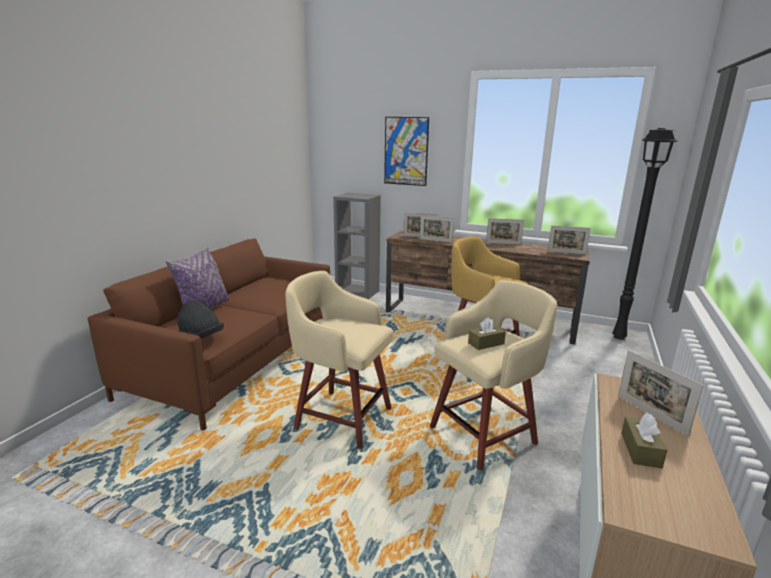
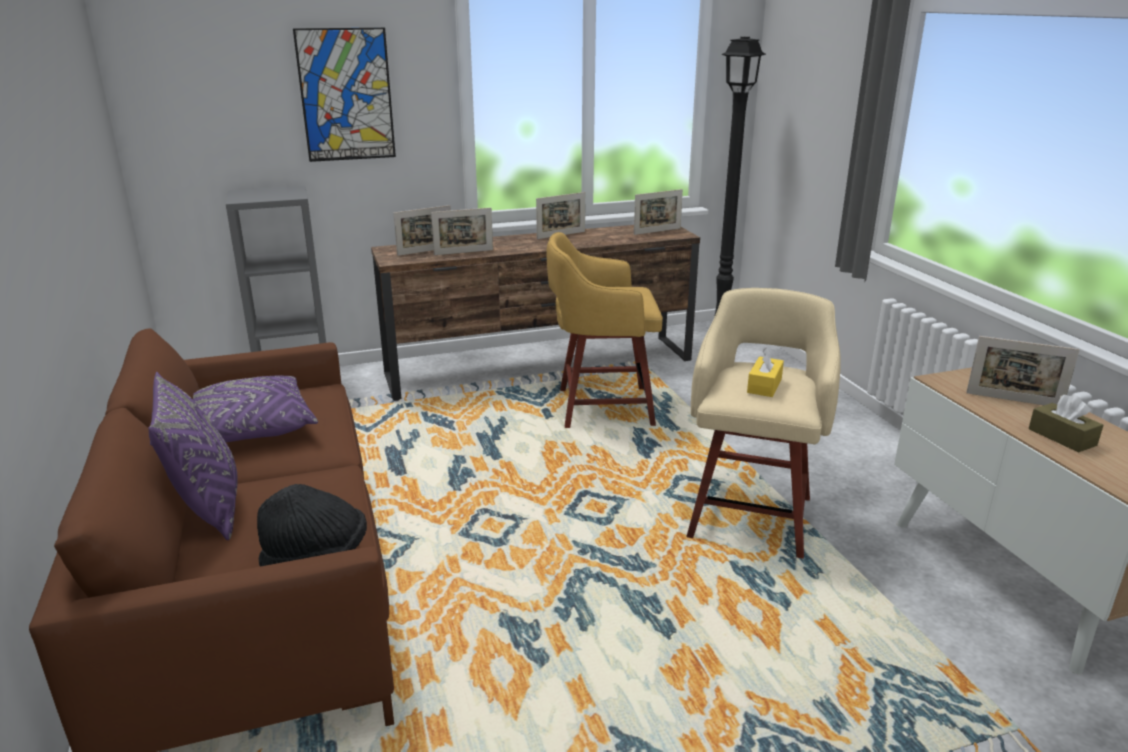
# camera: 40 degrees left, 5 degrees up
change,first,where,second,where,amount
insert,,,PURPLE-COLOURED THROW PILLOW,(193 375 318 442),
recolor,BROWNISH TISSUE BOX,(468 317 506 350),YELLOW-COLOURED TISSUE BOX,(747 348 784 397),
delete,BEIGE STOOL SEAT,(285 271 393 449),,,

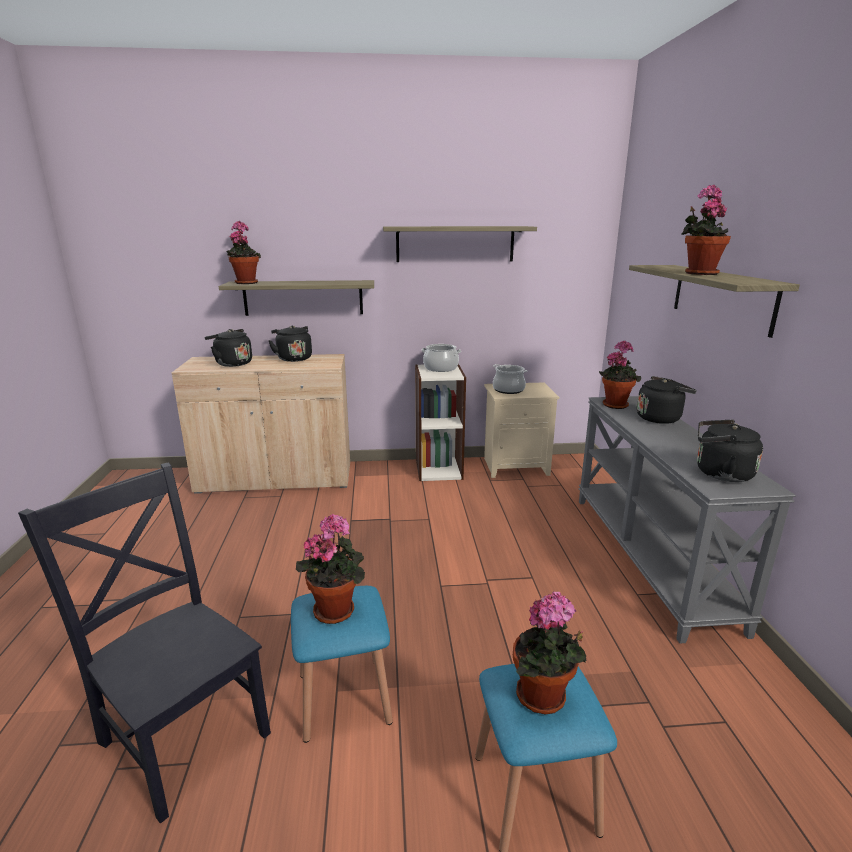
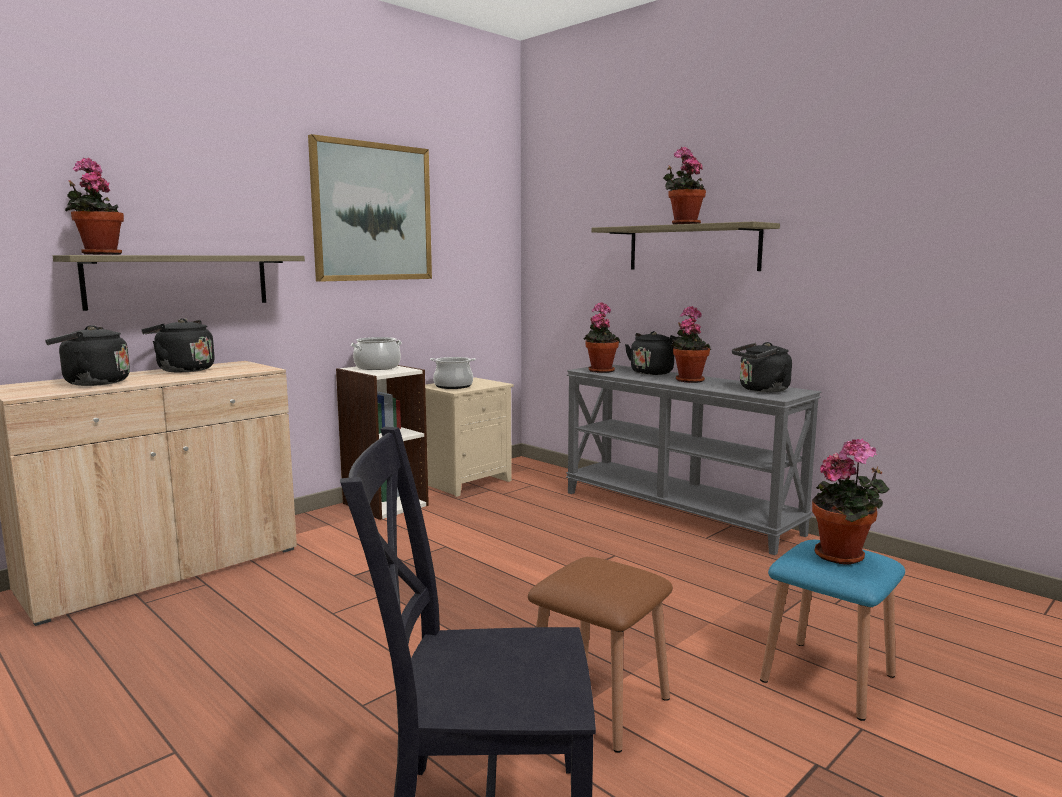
# camera: 40 degrees left, 10 degrees down
change,first,where,second,where,amount
replace,WALL SHELF,(383 226 537 262),WALL PICTURE,(308 134 432 282),
recolor,BLUE-COLOURED STOOL SEAT,(291 586 393 743),BROWNISH STOOL SEAT,(528 557 673 753),
move,POTTED PLANT,(296 514 365 624),,(671 306 711 383),

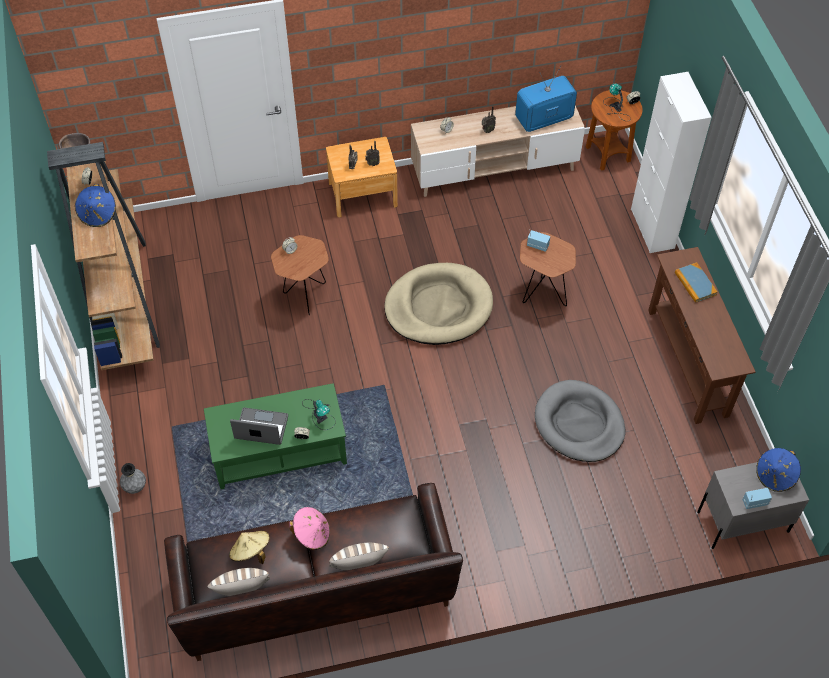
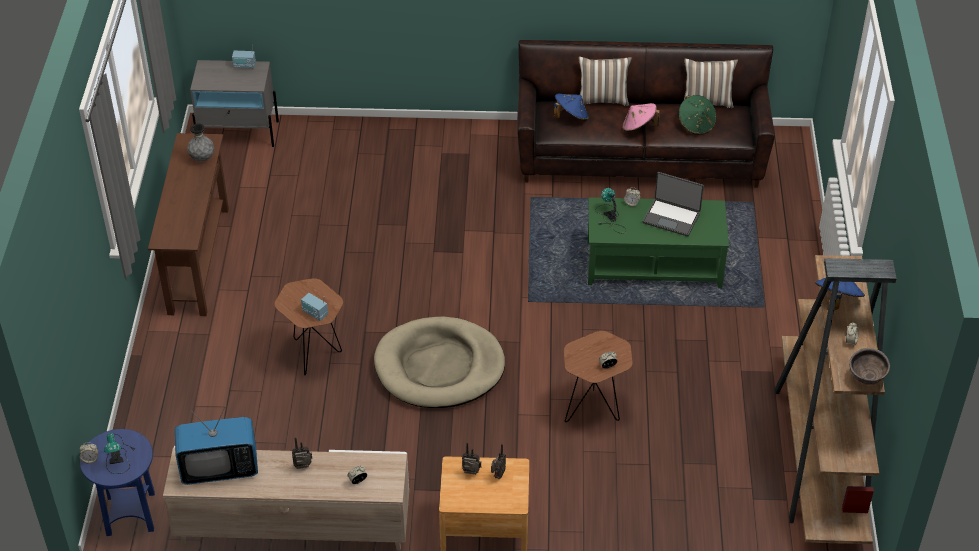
# camera: 165 degrees left, 10 degrees down
change,first,where,second,where,amount
recolor,BROWNISH ACCENT TABLE,(586 90 643 171),BLUE-COLOURED ACCENT TABLE,(80 429 155 536),
move,GREYISH VASE,(120 463 146 494),,(187 123 214 162),
move,BLUE-COLOURED WEARABLE HAT,(756 448 801 492),,(553 94 589 121),
recolor,BEIGE WEARABLE HAT,(229 531 270 564),GREEN WEARABLE HAT,(679 95 717 135),
delete,GREYISH PET BED,(535 380 625 462),,,
delete,WHITE-COLOURED CUPBOARD,(631 72 712 253),,,
delete,BOOK,(675 262 717 303),,,

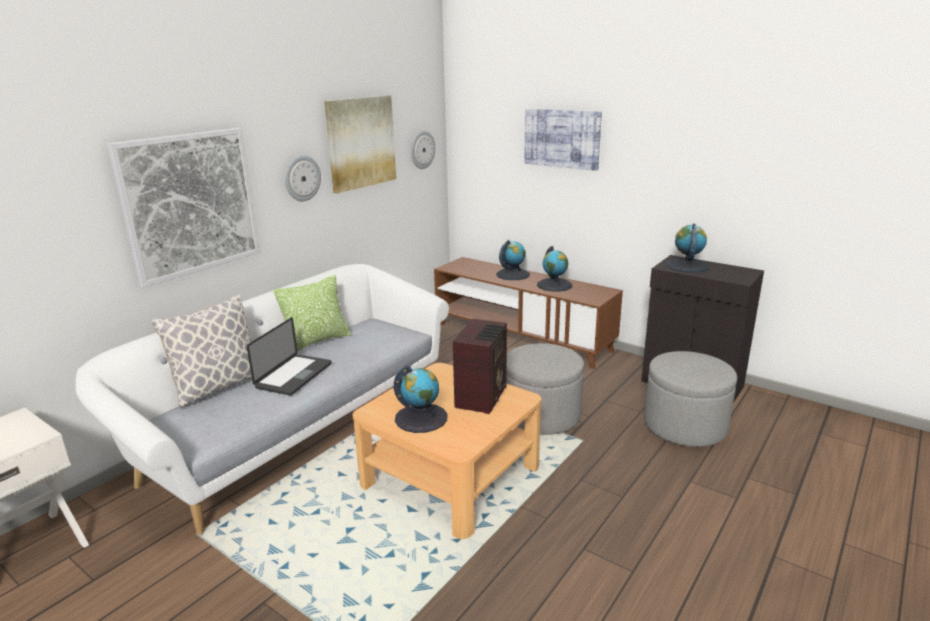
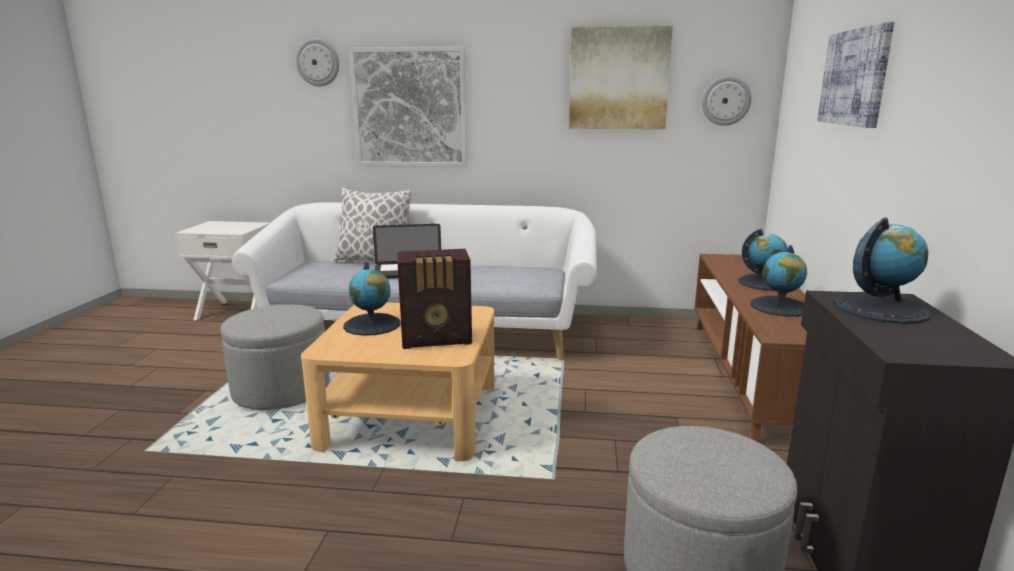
# camera: 60 degrees right, 5 degrees down
change,first,where,second,where,amount
move,GREYISH FOOTREST,(506 343 584 435),,(221 304 329 410),
move,HANGING CLOCK,(285 155 321 201),,(296 38 339 86),
delete,THROW PILLOW,(273 275 351 351),,,

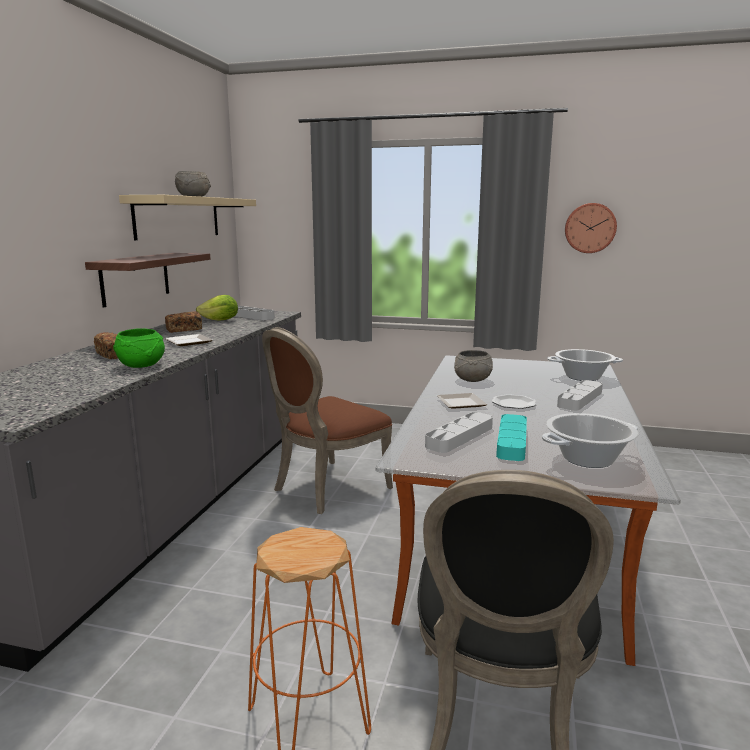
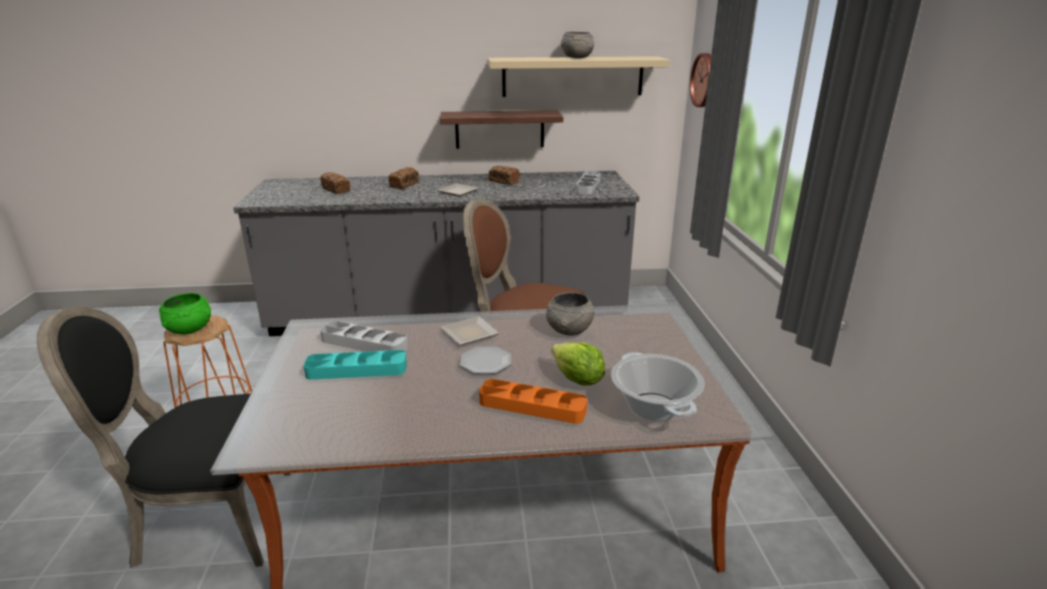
# camera: 70 degrees right, 10 degrees up
change,first,where,second,where,amount
move,GREEN SERVING BOWL,(113 328 165 368),,(159 293 211 334),
insert,,,BREAD,(320 172 350 194),
recolor,GREYISH TRAY,(557 380 603 411),ORANGE TRAY,(479 379 587 424),
move,LETTUCE,(196 295 238 320),,(551 342 605 386),
move,HANGING CLOCK,(565 203 617 253),,(690 53 711 107),
delete,SAUCEPOT,(542 413 639 468),,,

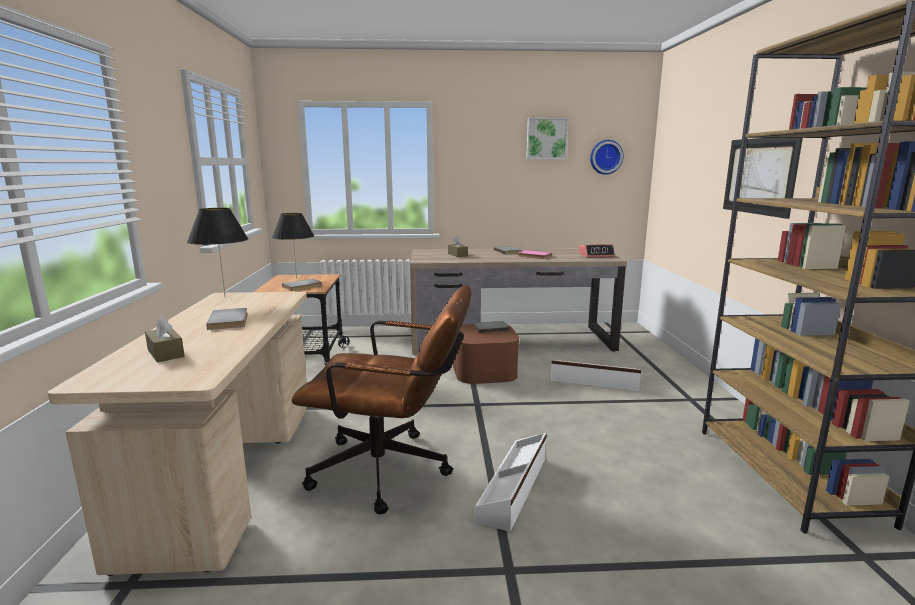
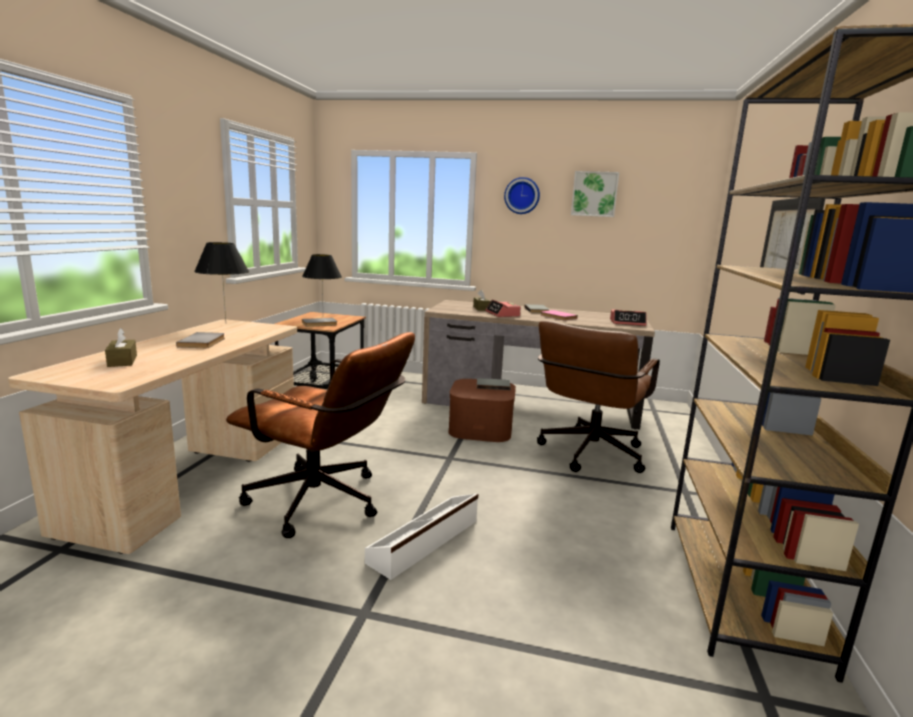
# camera: 15 degrees right, 0 degrees up
change,first,where,second,where,amount
insert,,,TABLE CLOCK,(485 299 521 317),
move,HANGING CLOCK,(590 140 624 175),,(504 177 540 214),
replace,WHITE-COLOURED STORAGE BIN,(551 360 641 391),BROWNISH OFFICE CHAIR,(537 321 660 473),

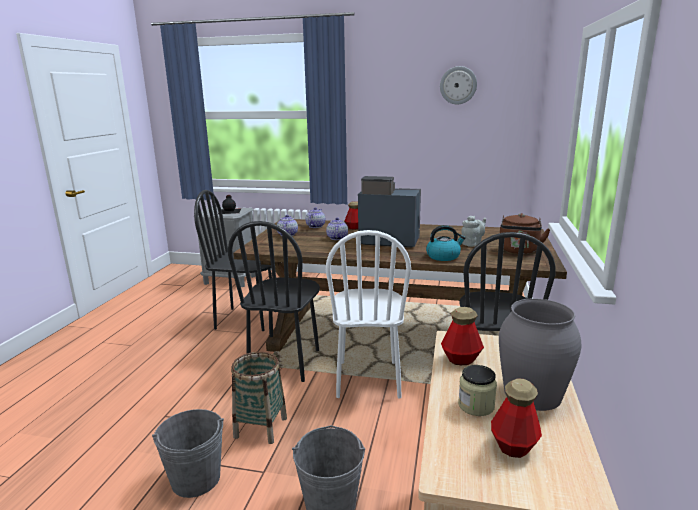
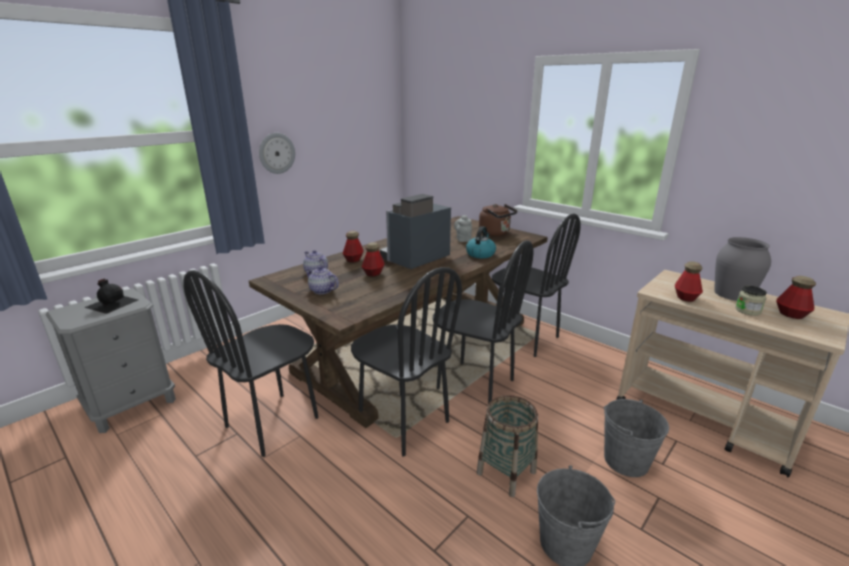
# camera: 60 degrees left, 5 degrees up
change,first,where,second,where,amount
move,HANGING CLOCK,(440 66 477 105),,(259 133 295 174),
replace,TEAPOT,(326 217 348 240),BOTTLE,(362 242 385 277),
recolor,WHITE-COLOURED UPRIGHT CHAIR,(326 230 411 398),BLACK-COLOURED UPRIGHT CHAIR,(433 240 533 405),

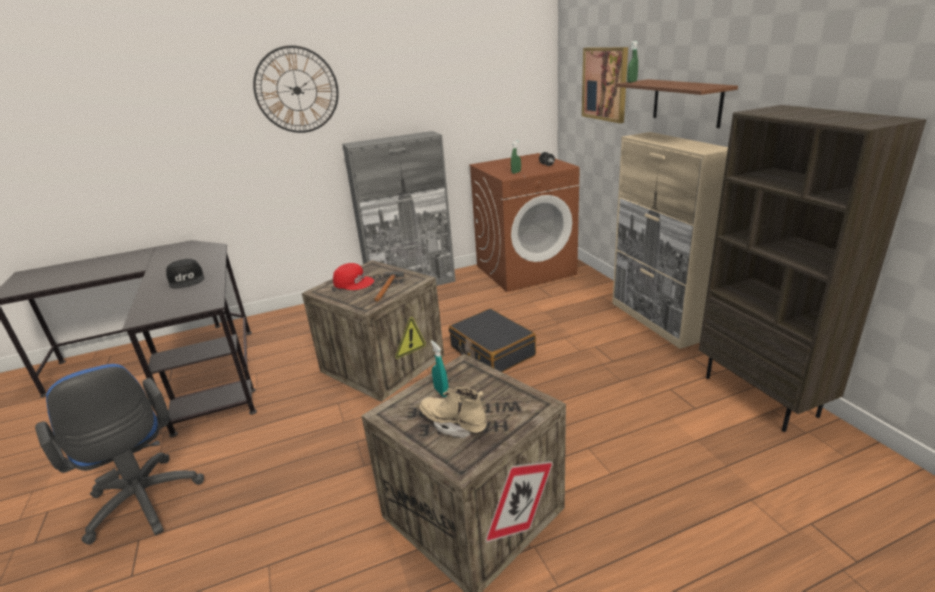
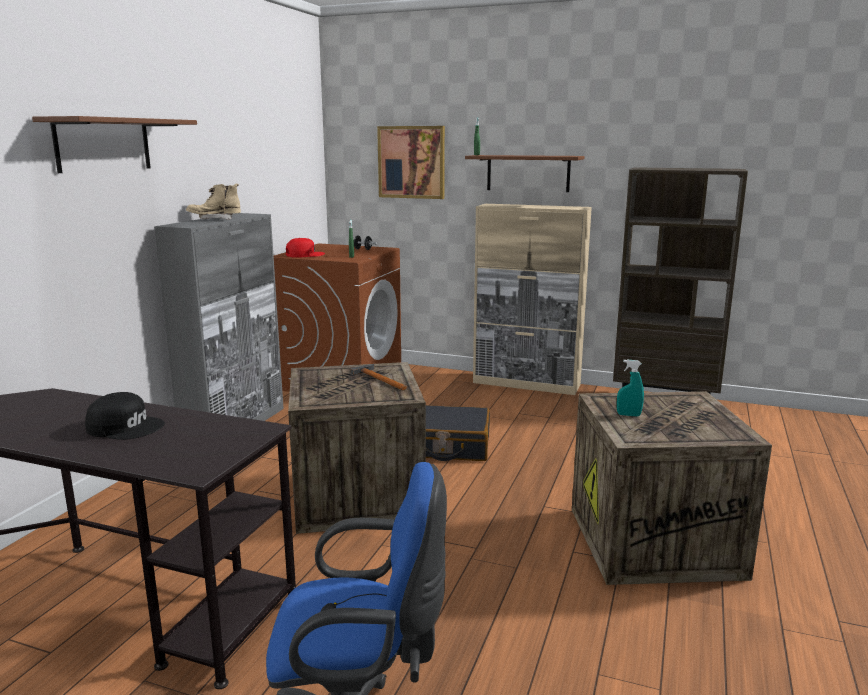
# camera: 50 degrees left, 10 degrees down
change,first,where,second,where,amount
replace,HANGING CLOCK,(253 45 339 133),BROWNISH WALL SHELF,(32 116 197 173),
move,BEIGE TALL BOOT,(419 387 487 439),,(186 184 241 220),
move,RED PEAKED CAP,(333 263 374 290),,(286 238 325 258),

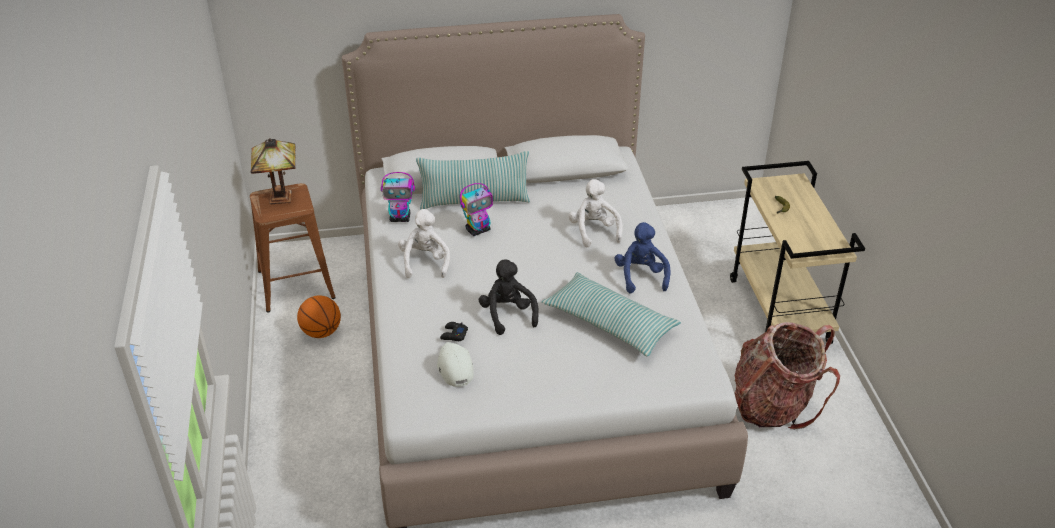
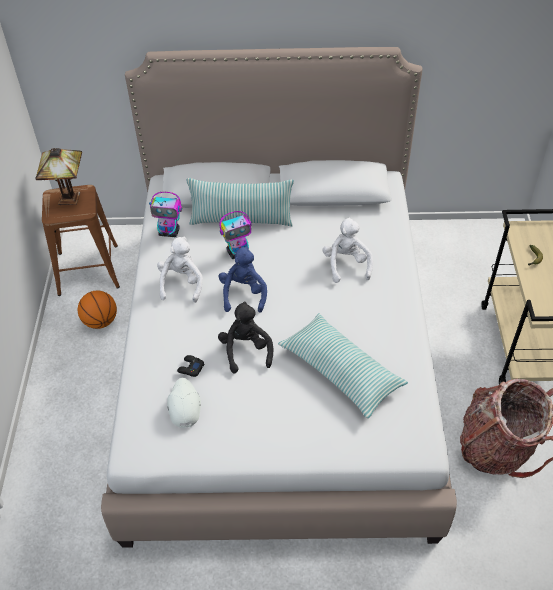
# camera: 10 degrees right, 10 degrees up
change,first,where,second,where,amount
move,BLUE-COLOURED SOFT TOY,(615 222 671 294),,(219 246 267 313),

